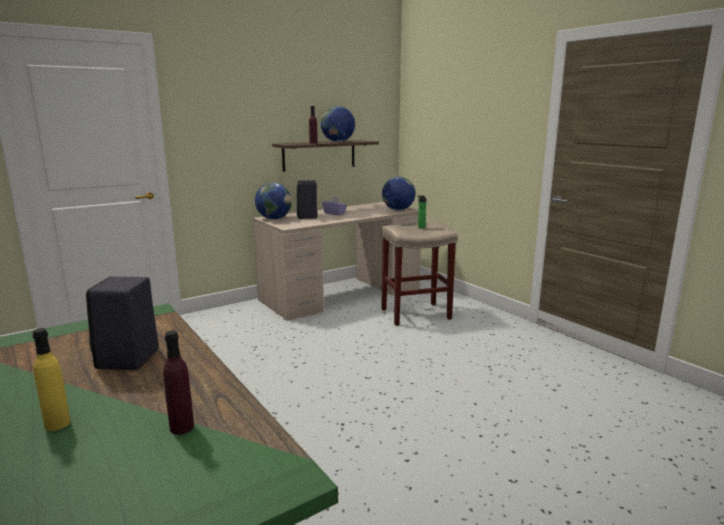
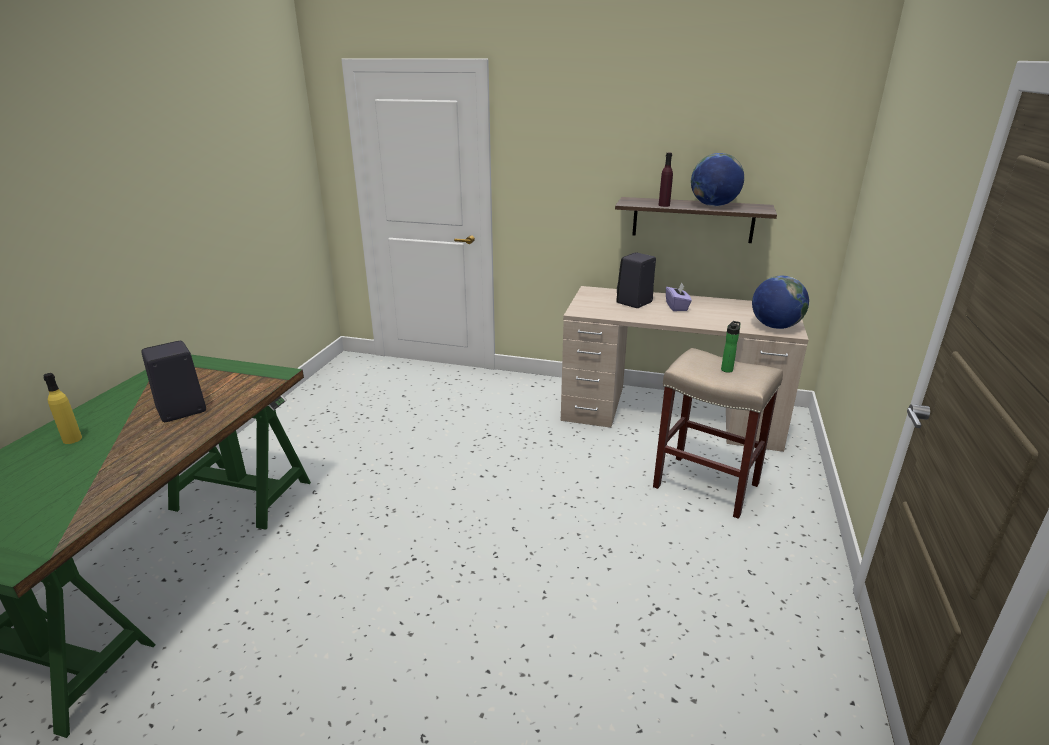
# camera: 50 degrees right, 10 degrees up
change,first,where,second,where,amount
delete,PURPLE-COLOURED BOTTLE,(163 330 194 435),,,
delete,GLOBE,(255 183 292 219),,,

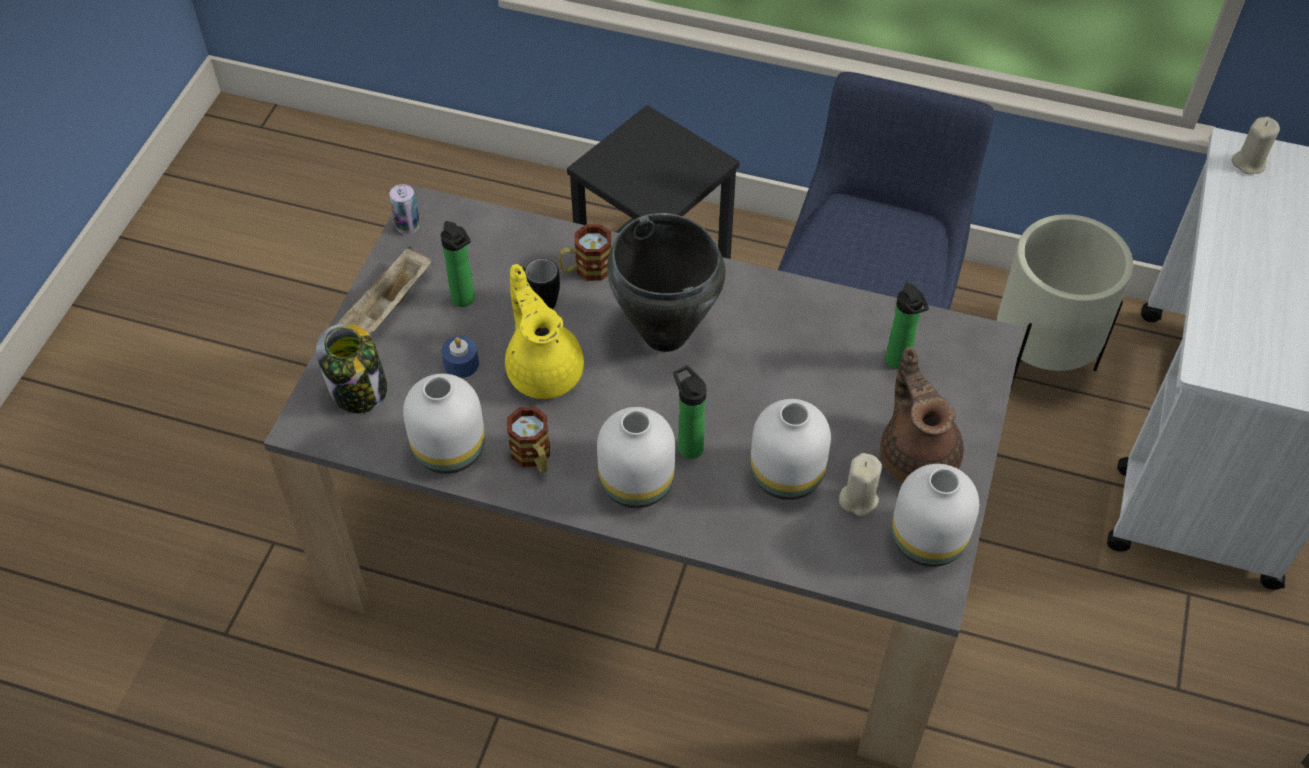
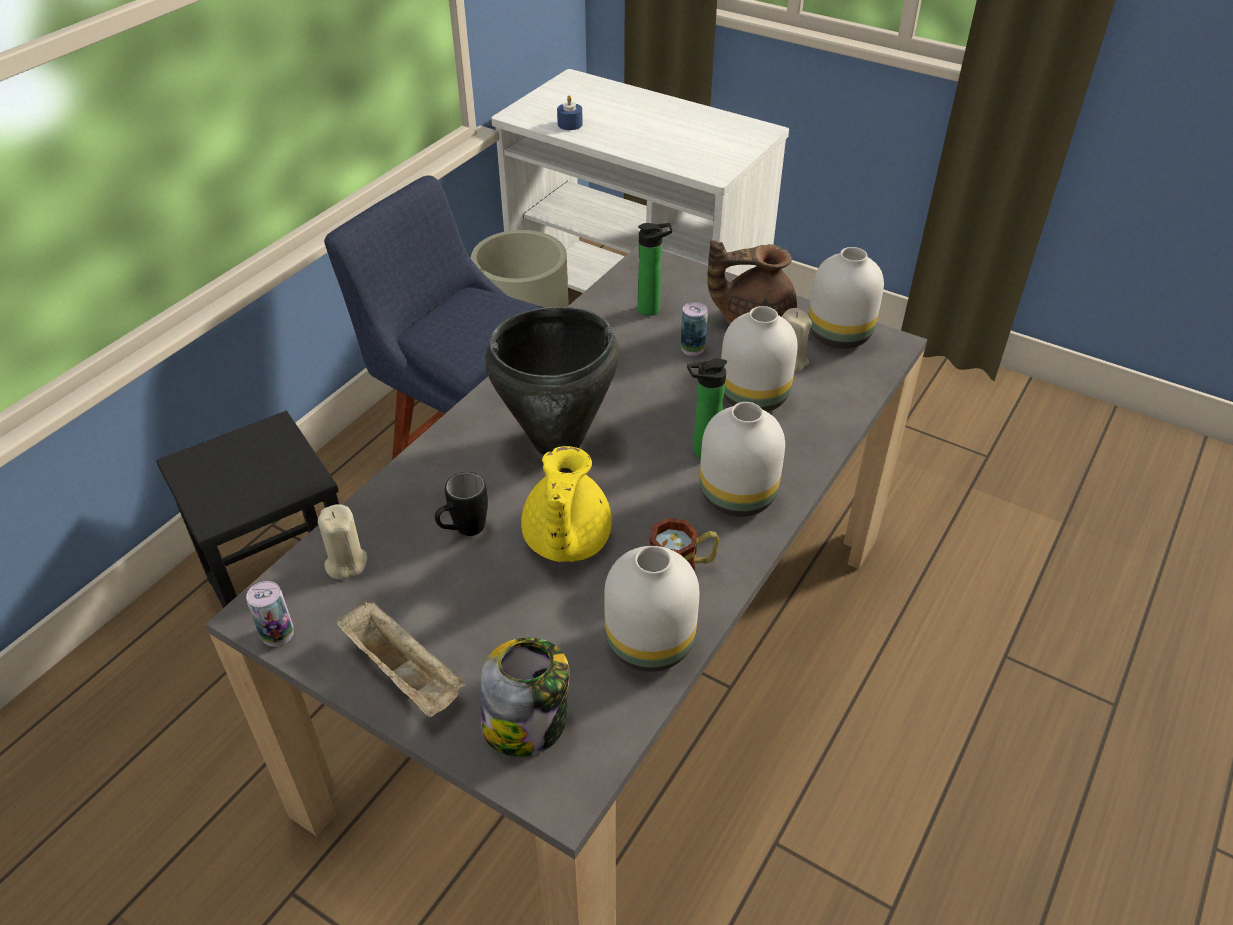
# camera: 75 degrees left, 10 degrees down
change,first,where,second,where,amount
move,BEIGE WAX CANDLE,(1232 117 1280 174),,(318 504 367 579),
rotate,YELLOW-COLOURED TEAPOT,(505 264 584 399),,(521 446 612 562),75 degrees counterclockwise
move,BLUE-COLOURED WAX CANDLE,(441 336 479 378),,(557 95 583 130),
insert,,,SEALED CAN,(680 302 708 356),
delete,BOTTLE,(441 221 475 307),,,
delete,COFFEE MUG,(558 224 612 281),,,

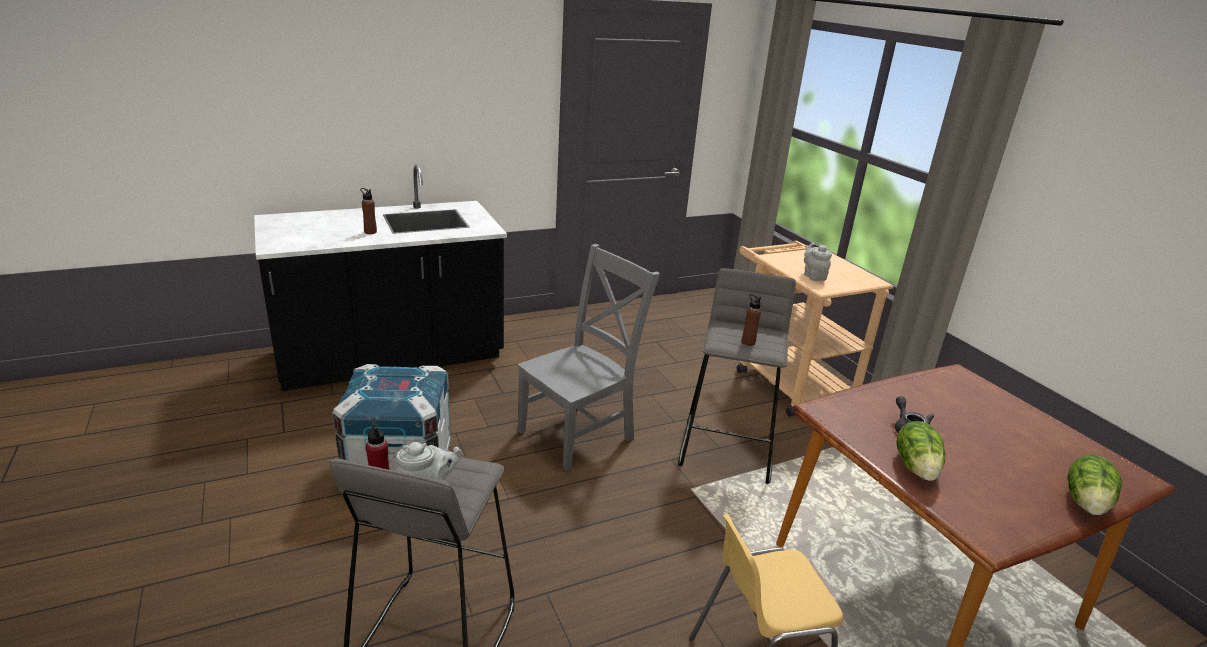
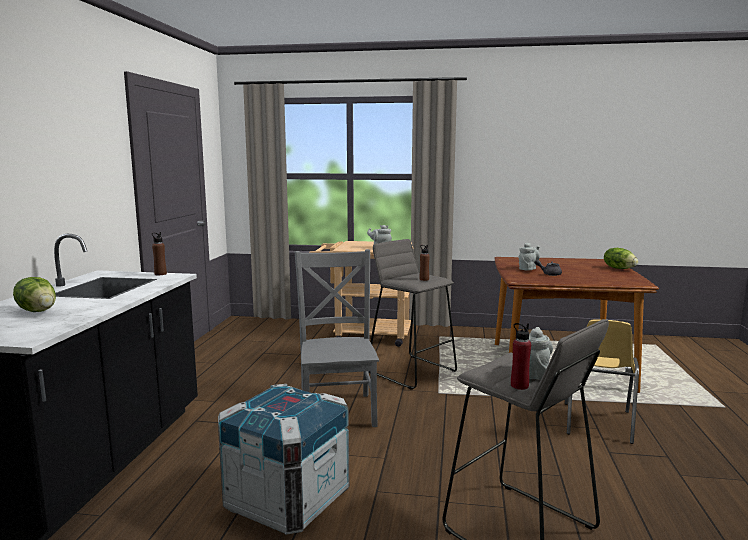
# camera: 55 degrees left, 15 degrees down
change,first,where,second,where,amount
move,LETTUCE,(896 421 945 481),,(13 277 56 312),
move,BROWNISH BOTTLE,(360 188 377 234),,(152 232 167 275),
insert,,,GREYISH TEAPOT,(519 243 540 271),

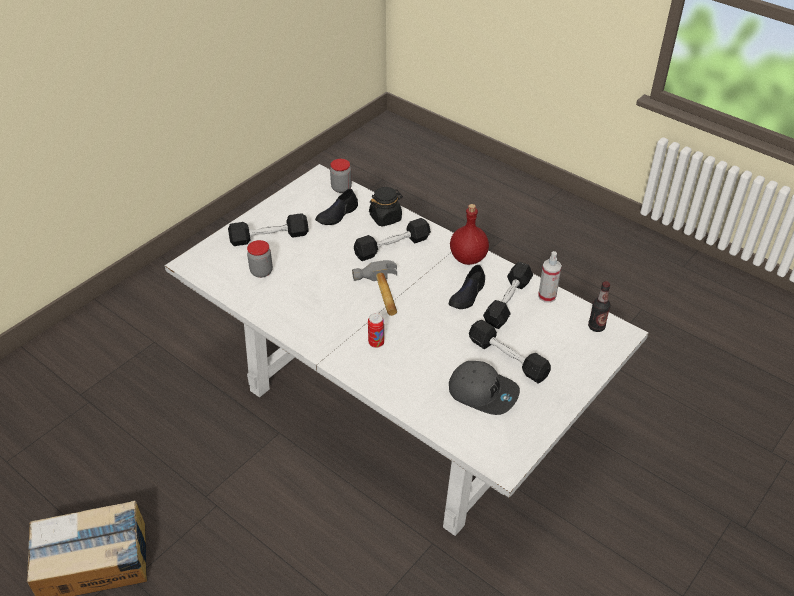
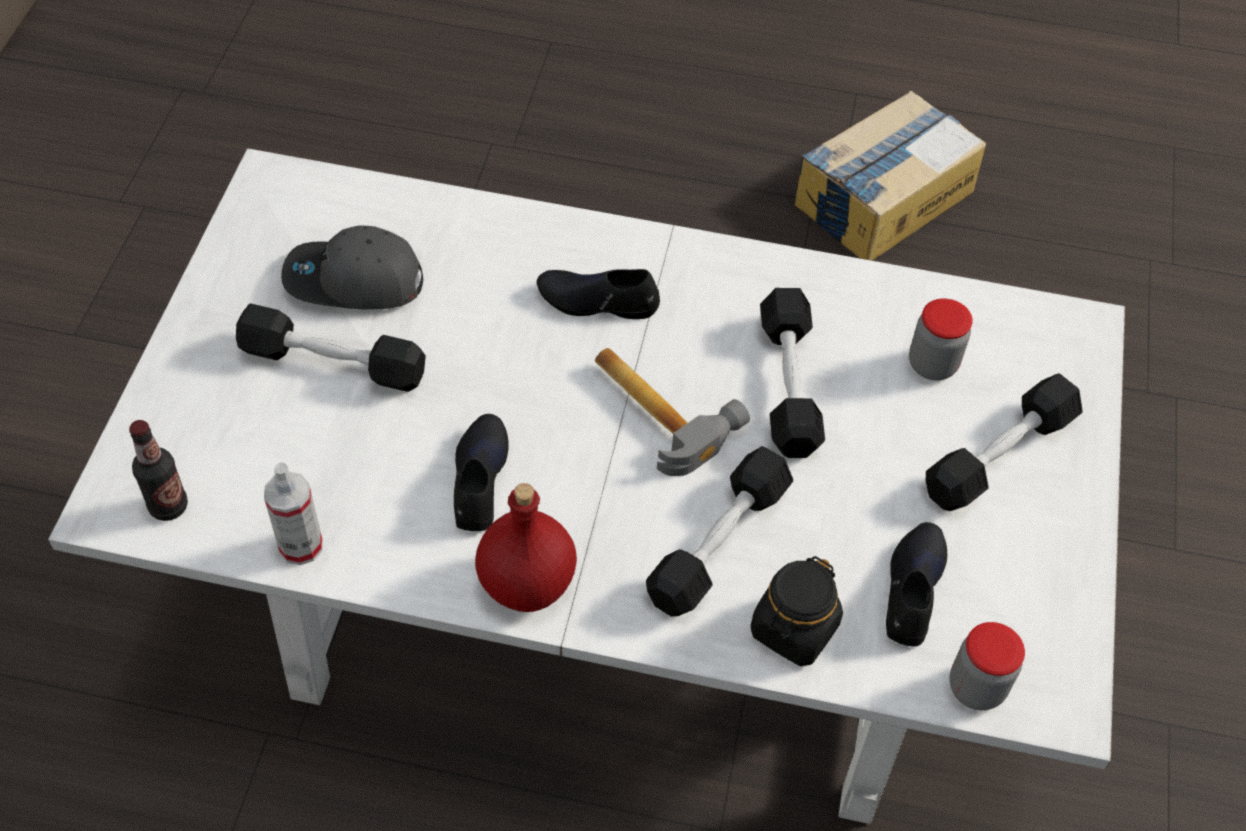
# camera: 150 degrees right, 10 degrees up
change,first,where,second,where,amount
replace,SEALED CAN,(368 313 384 348),BLACK-COLOURED LOW SHOE,(537 269 660 319),
move,BLACK-COLOURED FREE WEIGHT,(483 262 533 329),,(760 288 825 458),

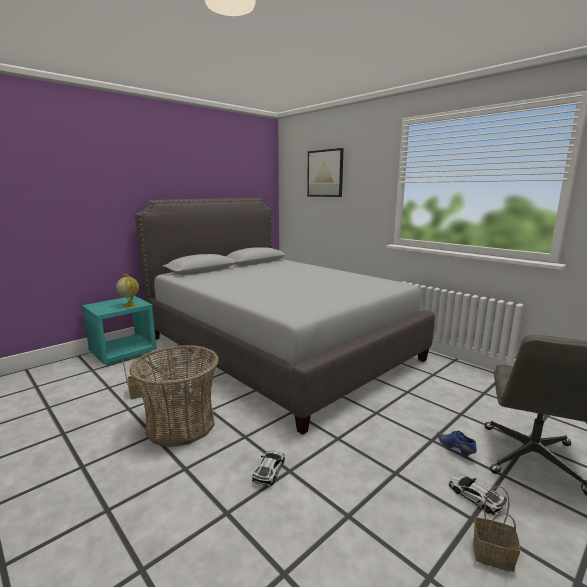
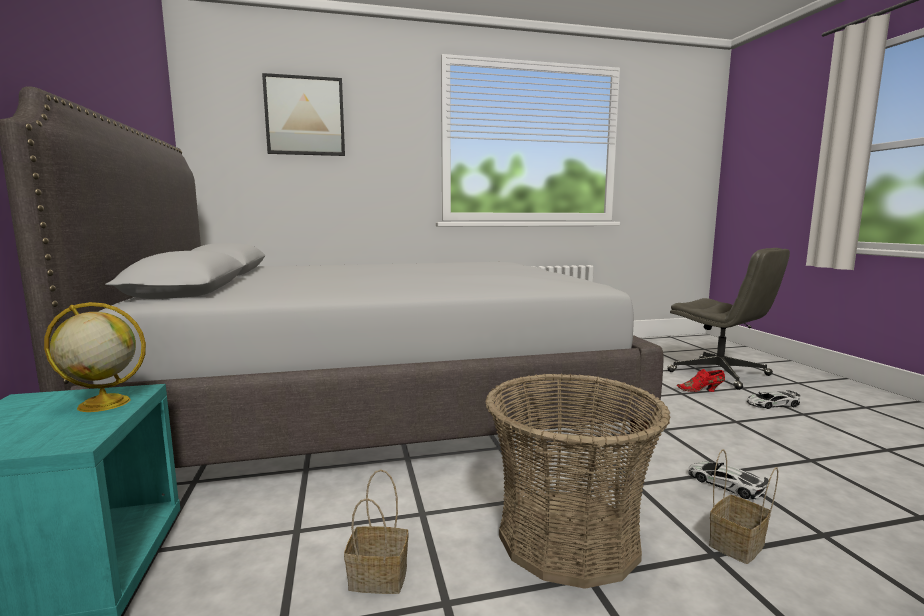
# camera: 60 degrees left, 5 degrees down
change,first,where,second,where,amount
recolor,BLUE-COLOURED LOW SHOE,(437 431 477 458),RED LOW SHOE,(677 369 725 392),
move,STORAGE BASKET,(473 486 520 572),,(709 449 778 564),

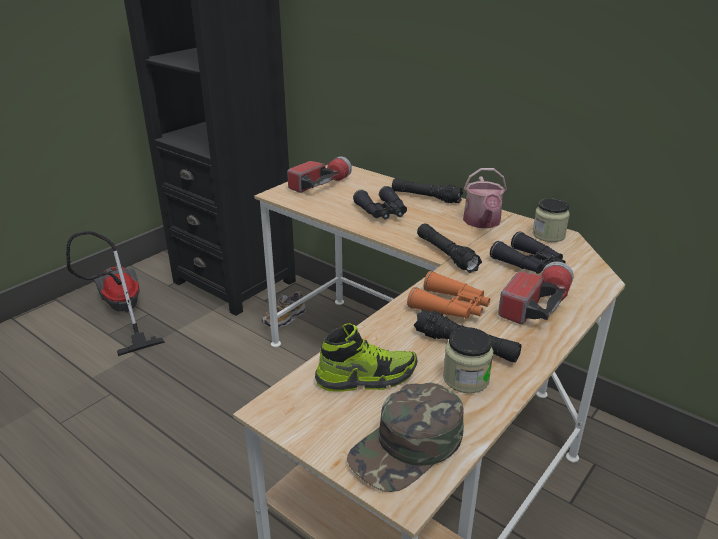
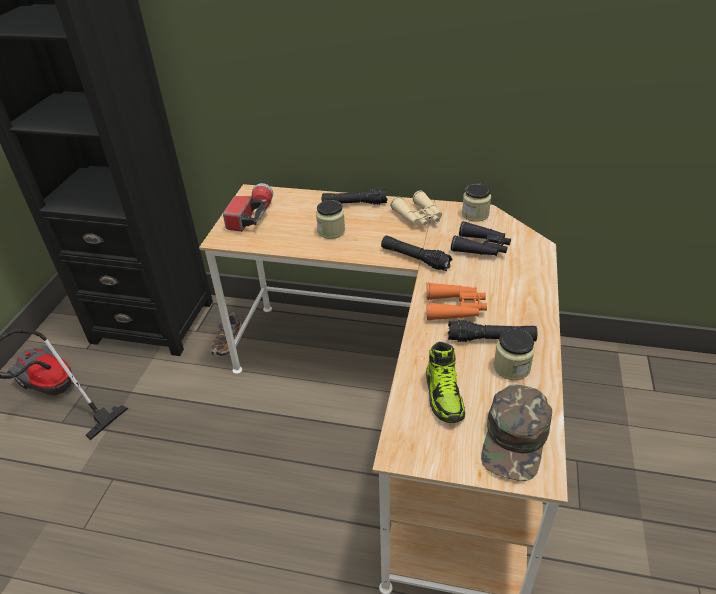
# camera: 25 degrees left, 10 degrees up
change,first,where,second,where,amount
replace,BLACK-COLOURED BINOCULARS,(353 186 407 219),JAR,(316 200 345 239),
replace,SPRINKLING CAN,(463 168 507 228),BEIGE BINOCULARS,(390 190 442 227),
rotate,LOW SHOE,(315 323 417 392),,(426 342 465 423),120 degrees clockwise
delete,TORCH,(498 261 573 324),,,

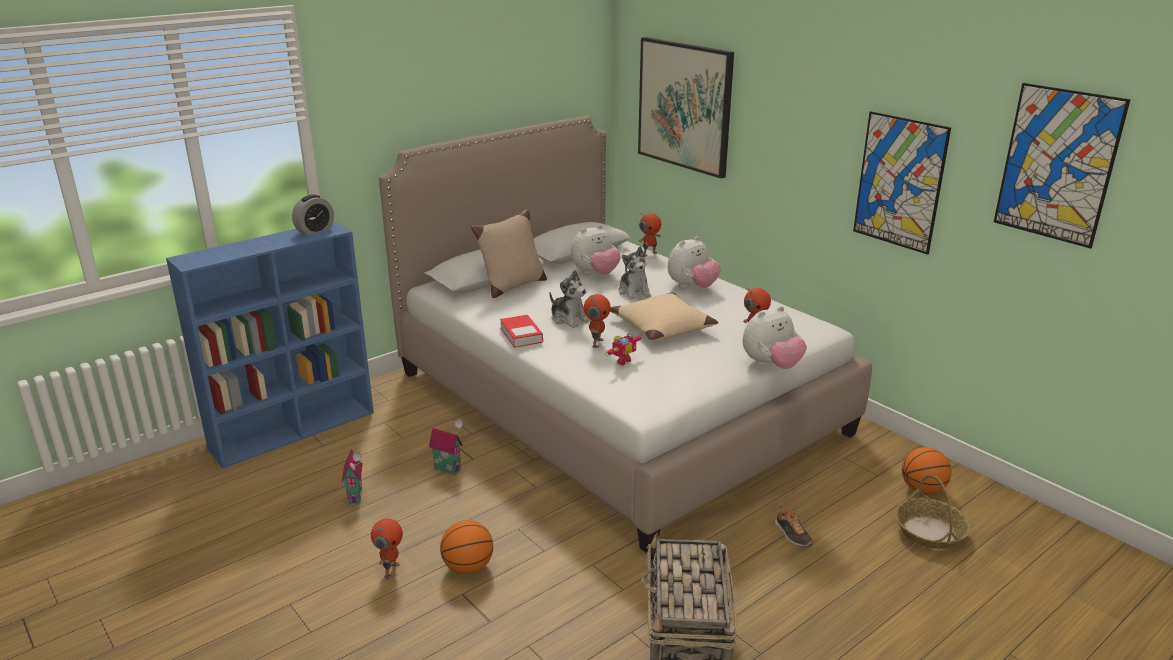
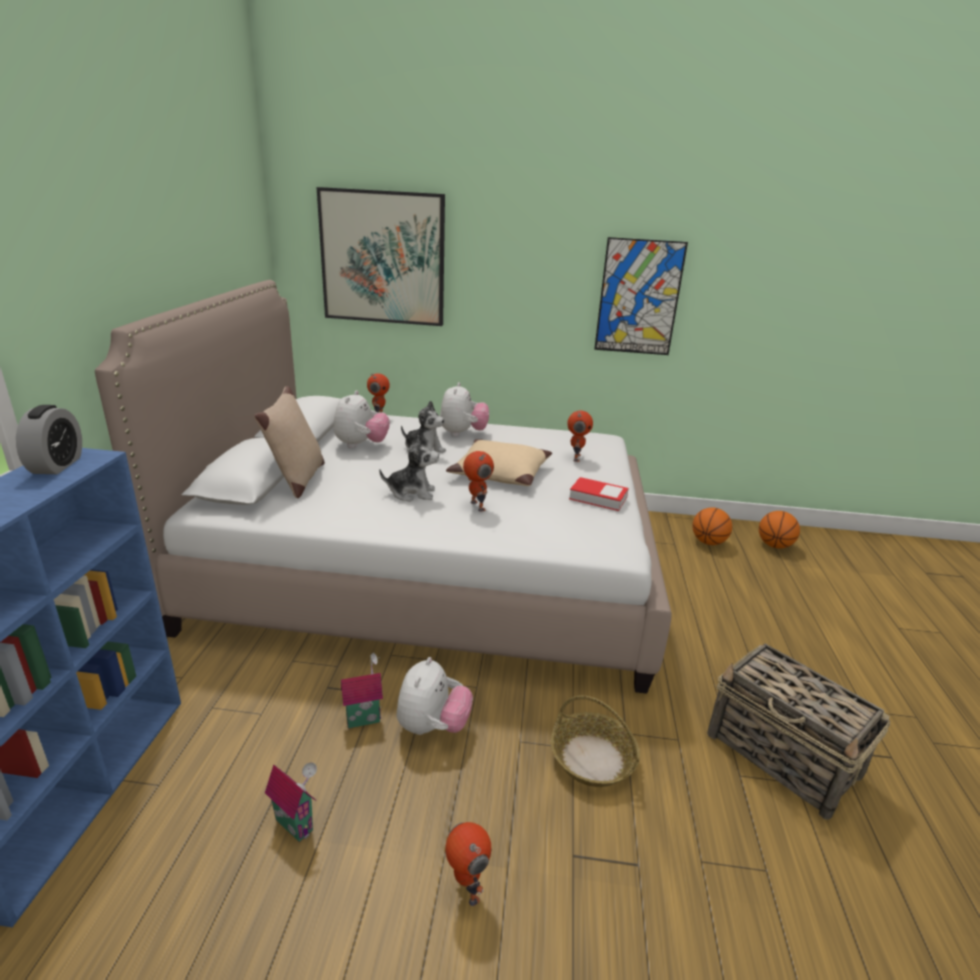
# camera: 45 degrees left, 0 degrees up
change,first,where,second,where,amount
move,SOFT TOY,(743 306 807 369),,(397 657 473 735),
move,STORAGE BASKET,(895 475 971 549),,(550 695 640 787),
move,BOOK,(500 315 543 348),,(569 477 629 511),
move,BASKETBALL,(440 520 493 574),,(759 511 800 548),
delete,TOY ROBOT,(606 332 642 365),,,
delete,LOW SHOE,(775 506 813 546),,,
delete,WALL PICTURE,(994 83 1131 249),,,

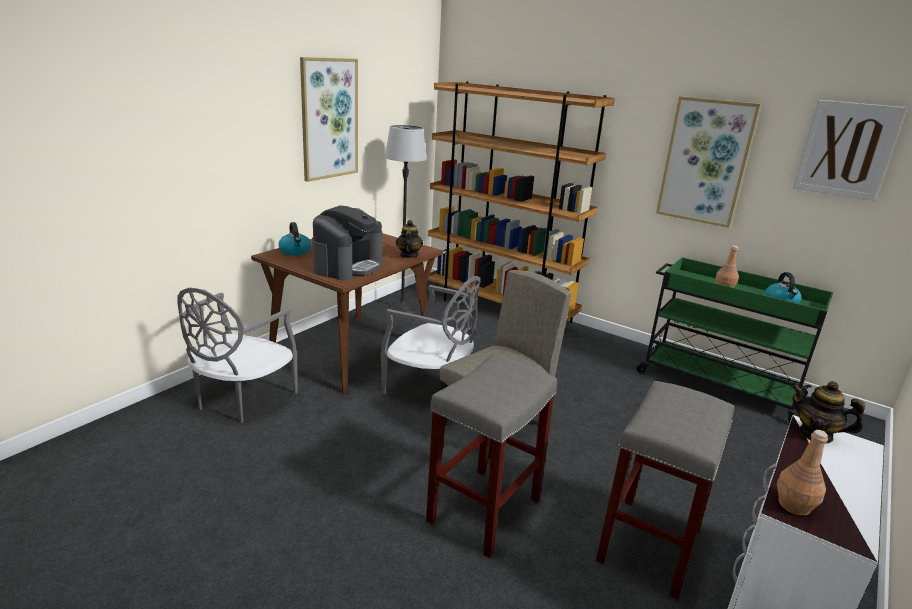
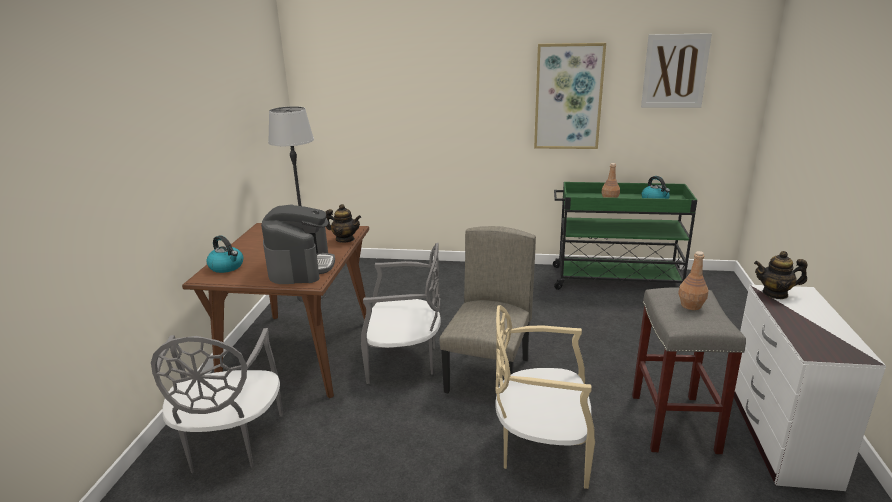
# camera: 25 degrees left, 0 degrees up
change,first,where,second,where,amount
rotate,TEAPOT,(396 220 423 258),,(325 204 361 243),135 degrees clockwise
replace,GREYISH STOOL SEAT,(426 354 557 558),BEIGE UPRIGHT CHAIR,(495 305 595 489),
move,BROWNISH BOTTLE,(777 430 828 516),,(678 251 709 310),
delete,WALL PICTURE,(300 57 358 182),,,
delete,BROWNISH SHELVING UNIT,(428 81 615 323),,,

